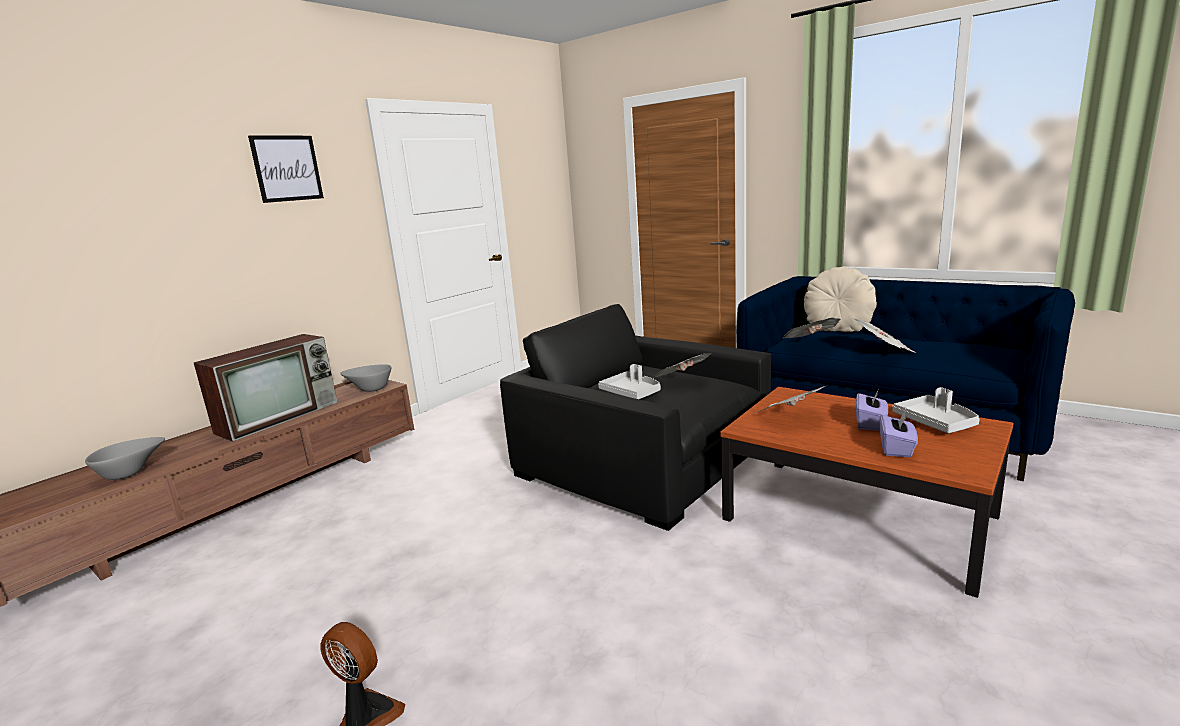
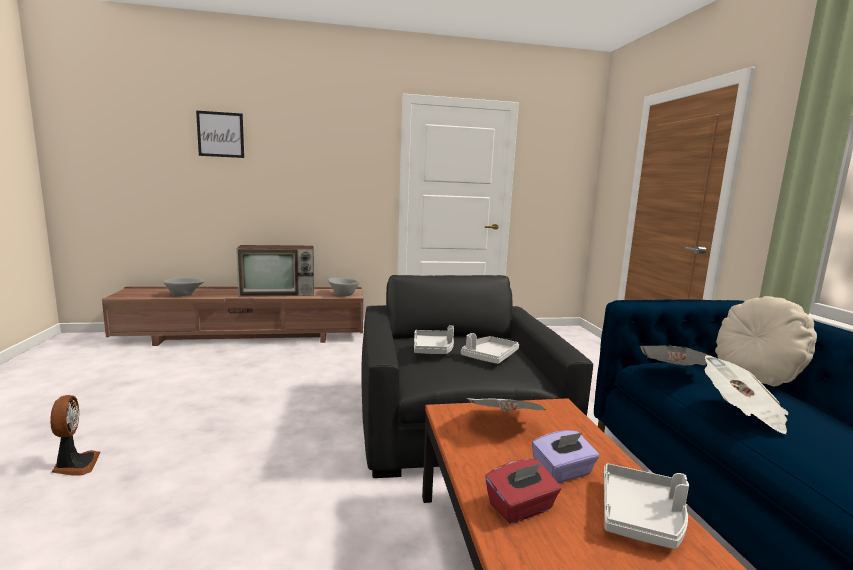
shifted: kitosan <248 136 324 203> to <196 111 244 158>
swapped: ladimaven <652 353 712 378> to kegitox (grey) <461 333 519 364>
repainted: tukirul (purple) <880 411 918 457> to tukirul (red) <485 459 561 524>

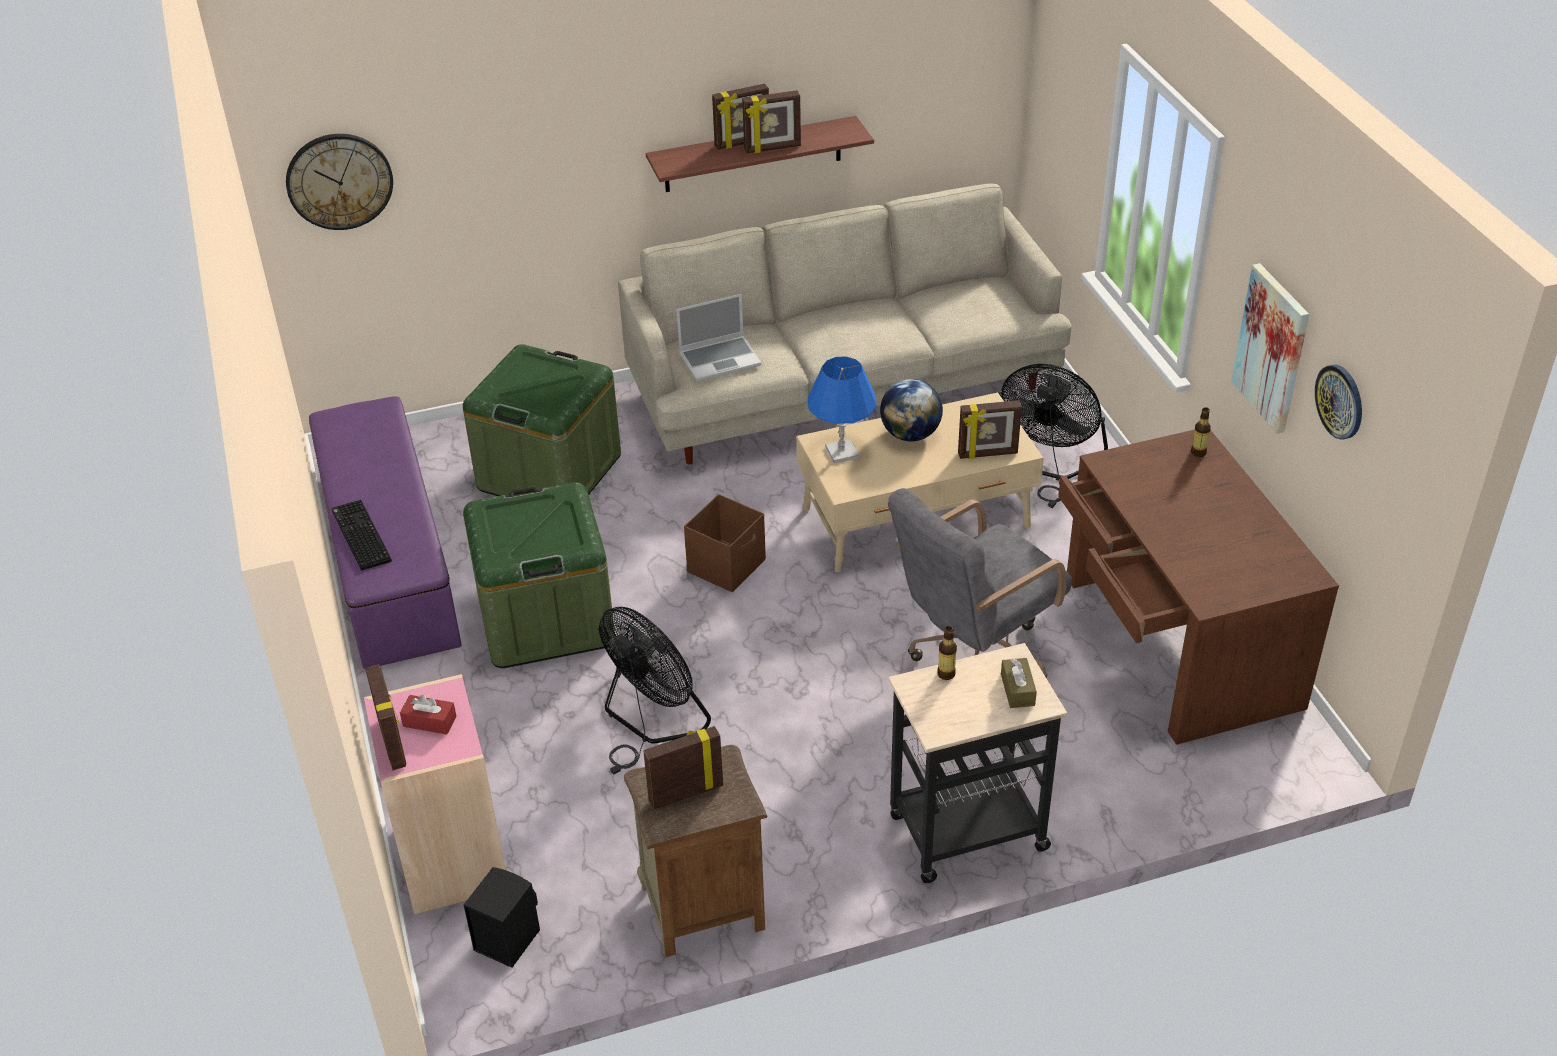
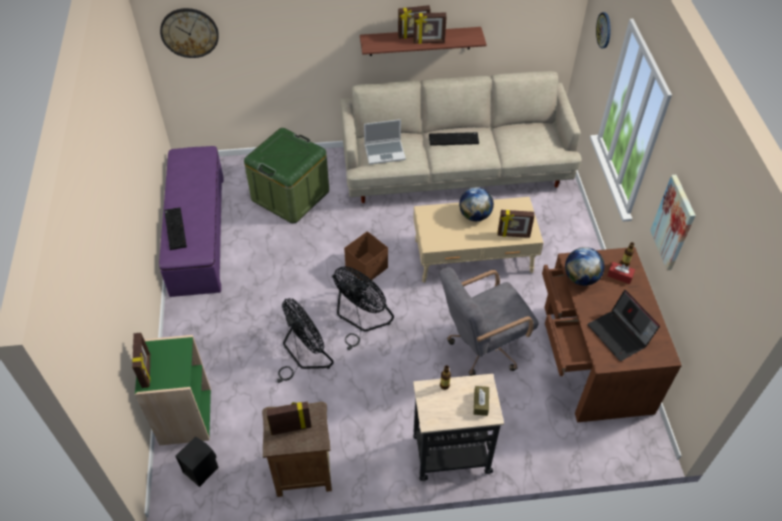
gone: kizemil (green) <463 482 615 668>; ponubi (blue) <808 356 877 463>
new: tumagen <429 132 479 146>; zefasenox <565 247 605 286>; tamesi <587 290 660 361>
shifted: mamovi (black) <998 364 1108 508> to <332 267 394 350>; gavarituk <1315 365 1362 439> to <596 12 611 48>; tukirul (red) <400 695 457 735> to <607 262 635 284>
repainted: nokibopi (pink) <364 674 506 914> to nokibopi (green) <135 335 211 445>

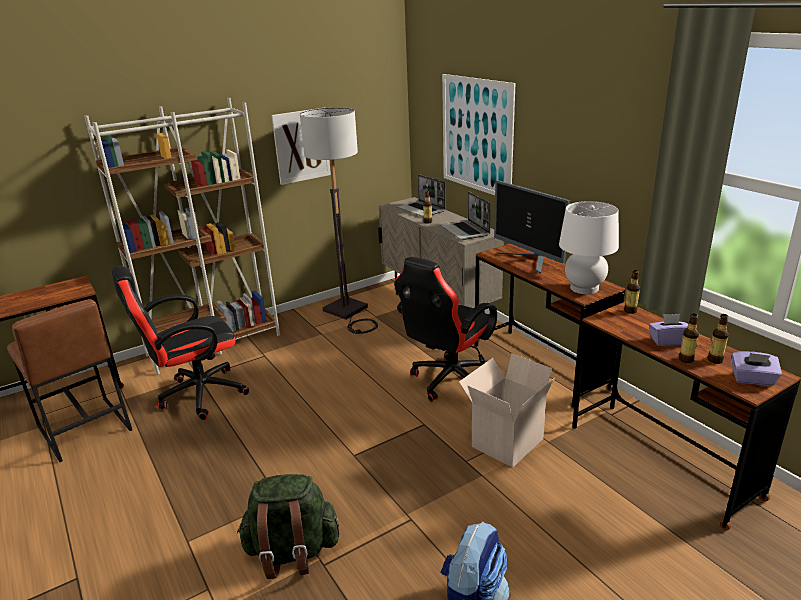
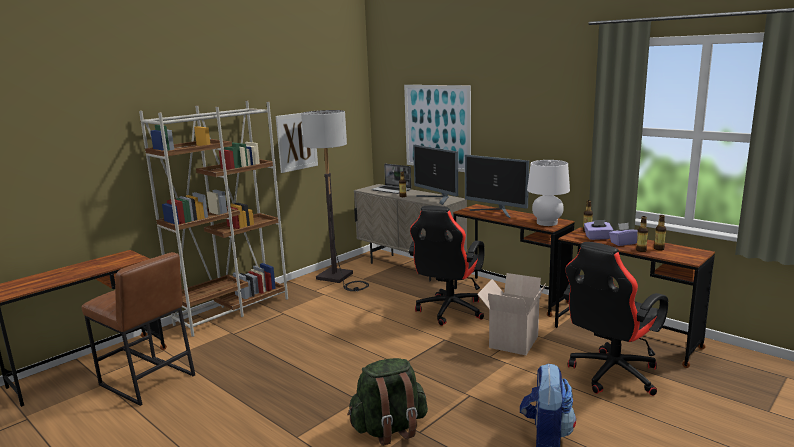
shifted: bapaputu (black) <112 265 249 420> to <563 242 668 396>; tukirul (purple) <732 352 782 386> to <584 220 613 240>
swapped: tamesi <441 191 491 240> to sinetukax <413 145 458 205>

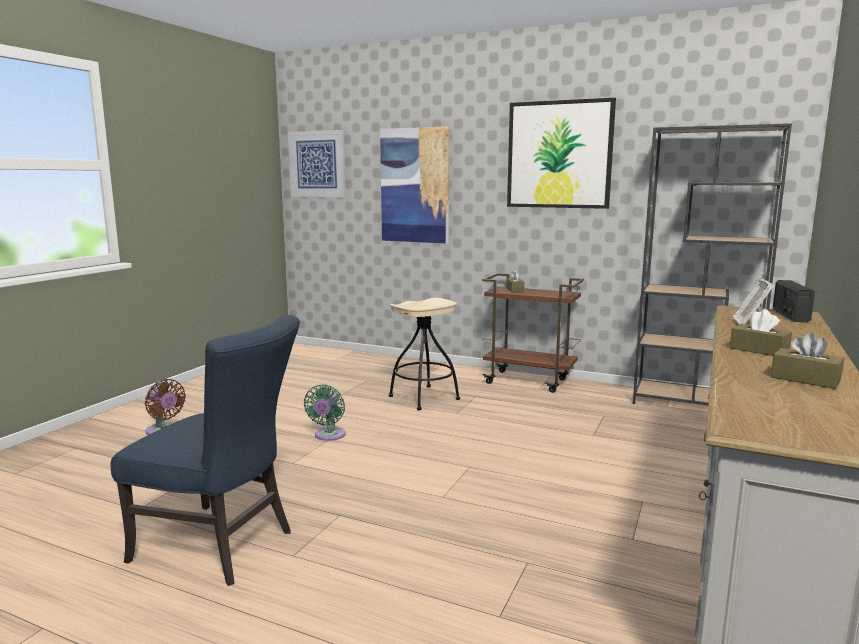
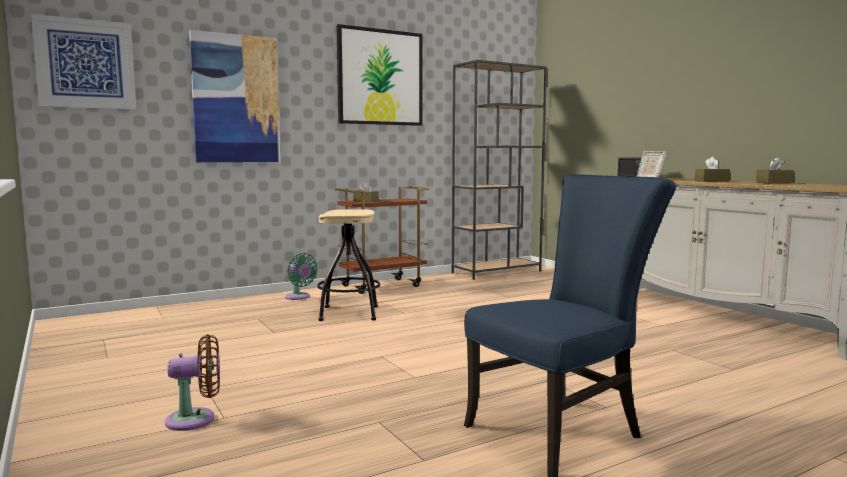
shifted: mamovi (green) <304 384 346 441> to <285 253 318 300>

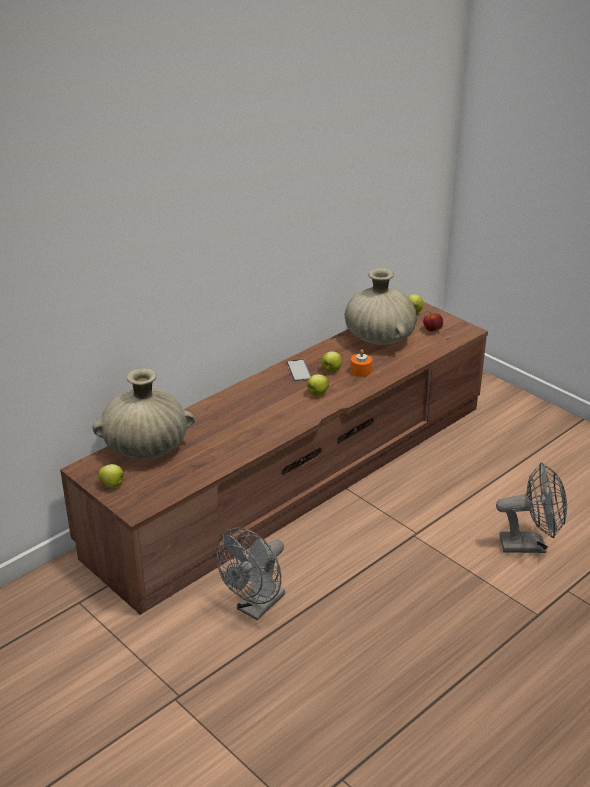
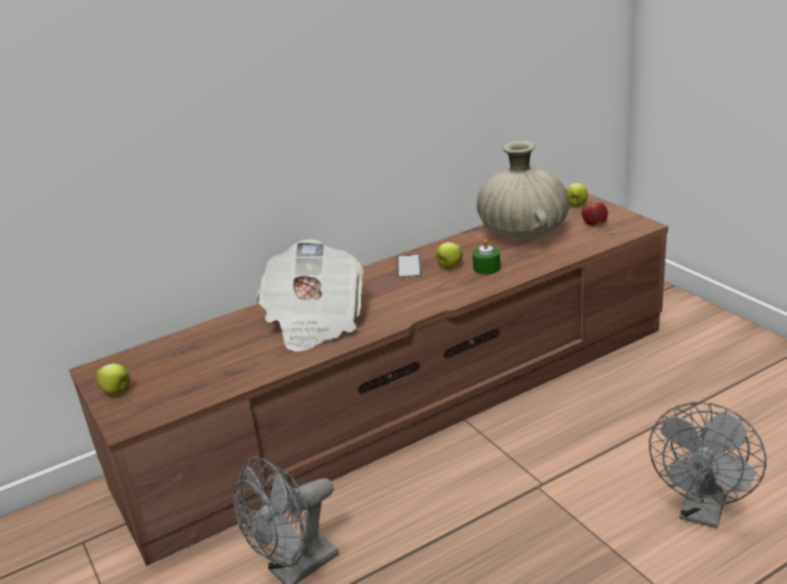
gone: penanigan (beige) <92 368 195 459>; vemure <307 374 329 396>
new: ladimaven <256 239 364 352>
repainted: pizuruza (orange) <351 349 372 377> to pizuruza (green) <472 239 500 275>
rotated: mamovi (grey) <496 462 567 553> = <649 402 767 528> 105 degrees clockwise

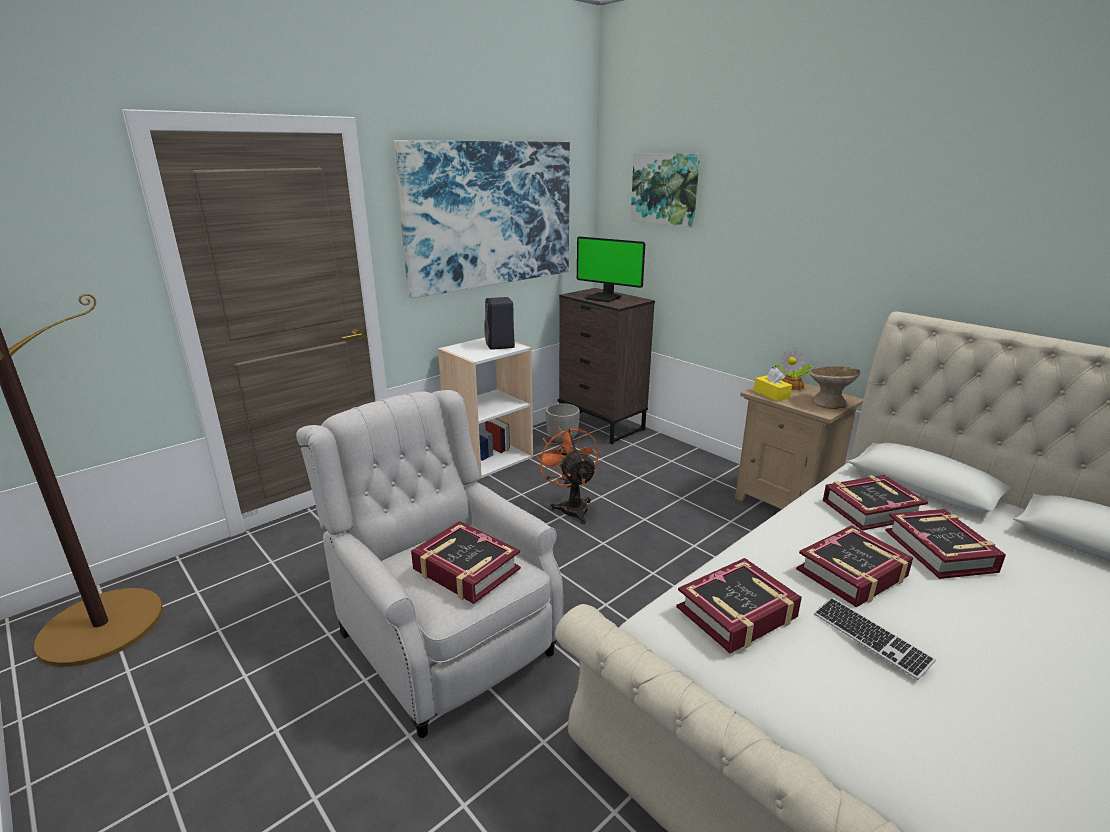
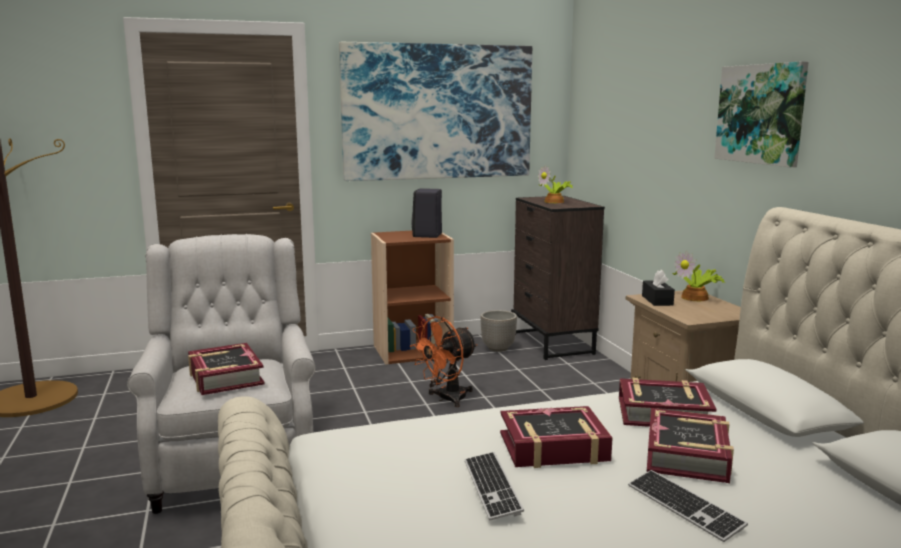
gone: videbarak <676 558 802 654>; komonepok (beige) <809 366 860 409>
new: tumagen <628 470 748 542>
shifted: kitosan <631 153 700 227> to <714 61 808 167>
swapped: sinetukax <577 236 645 302> to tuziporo <538 165 573 203>
repainted: nokibopi (white) <438 338 533 479> to nokibopi (brown) <371 231 454 365>; tukirul (yellow) <754 368 792 401> to tukirul (black) <642 270 675 306>
rotated: mamovi (orange) <536 425 599 524> = <410 316 477 407> 135 degrees counterclockwise

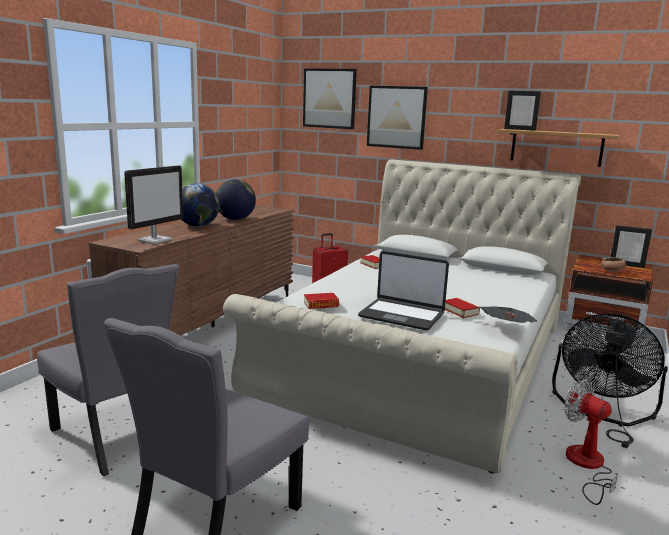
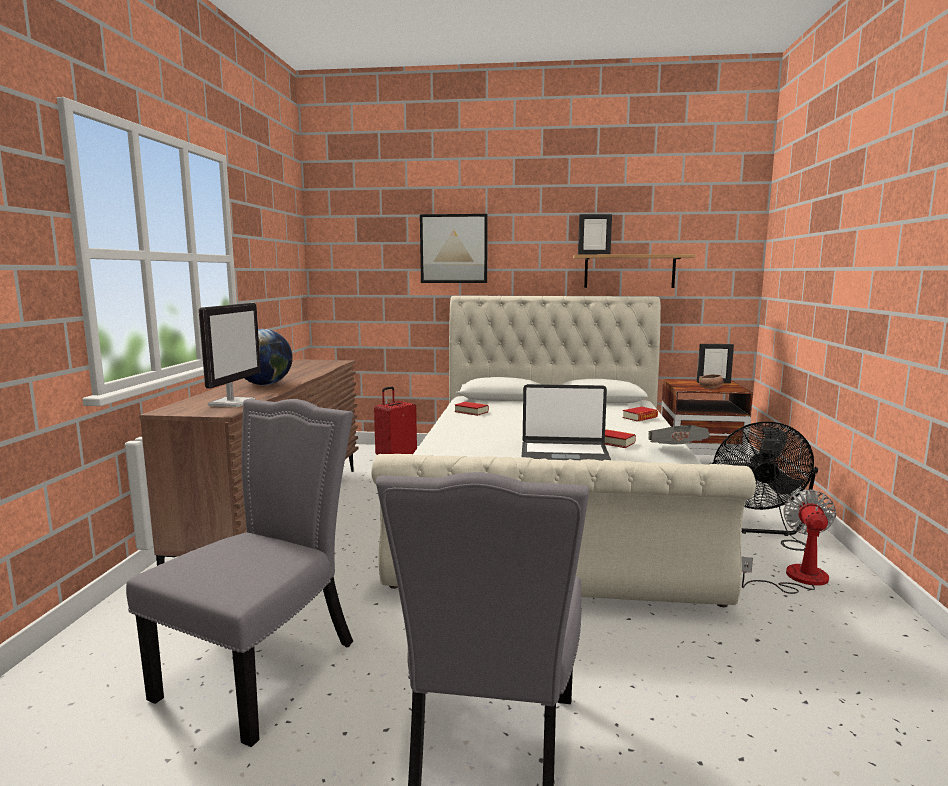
gone: zefasenox <216 179 256 220>; kitosan <303 68 357 129>
shifted: videbarak <304 293 339 309> to <623 407 658 422>
rotated: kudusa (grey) <37 264 179 476> = <126 399 353 747> 90 degrees counterclockwise; mamovi <565 380 617 505> = <741 490 836 594> 75 degrees clockwise

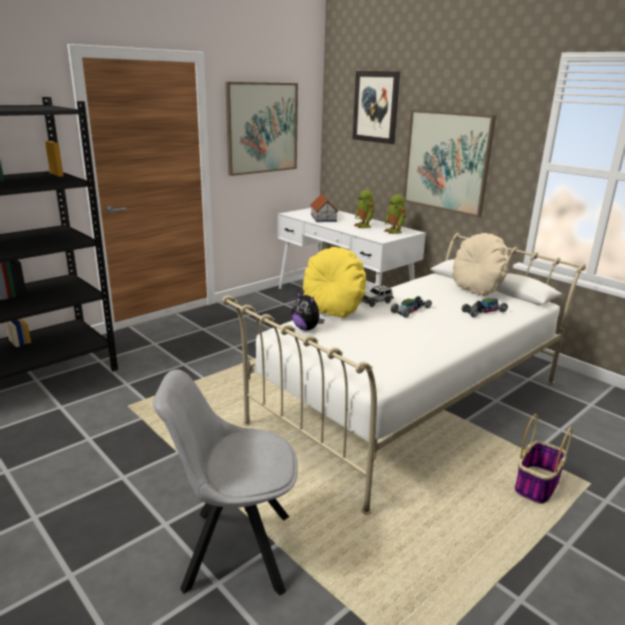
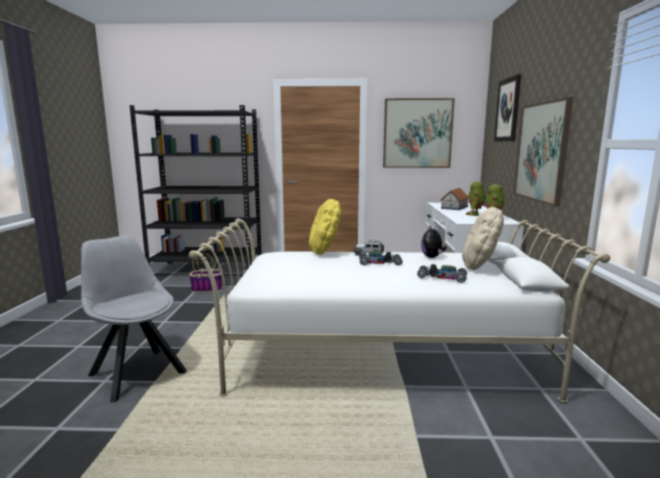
shifted: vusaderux <515 414 573 504> to <189 249 222 292>; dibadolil <291 290 325 331> to <421 226 447 258>

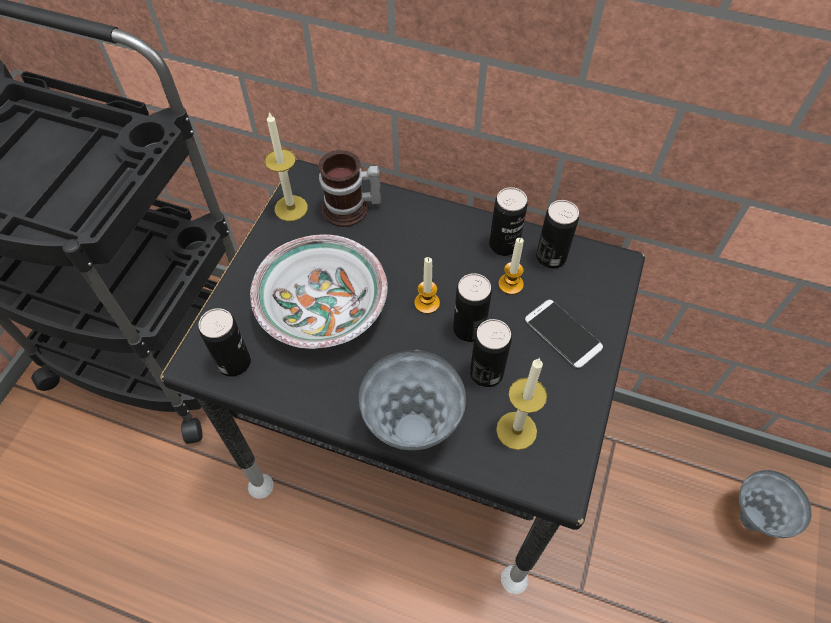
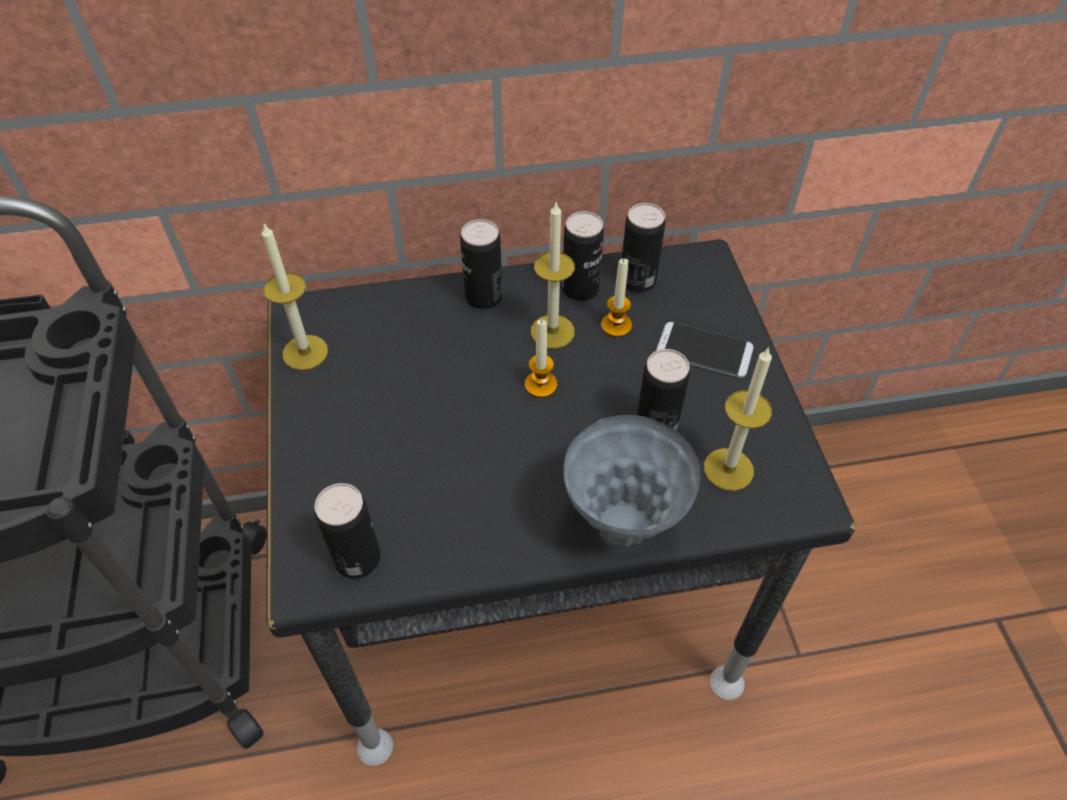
gone: komonepok <250 234 388 349>; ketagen <318 150 381 227>; penanigan (grey) <739 470 812 538>
new: pizuruza <531 203 575 348>
shifted: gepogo <453 273 492 342> to <460 219 503 309>

